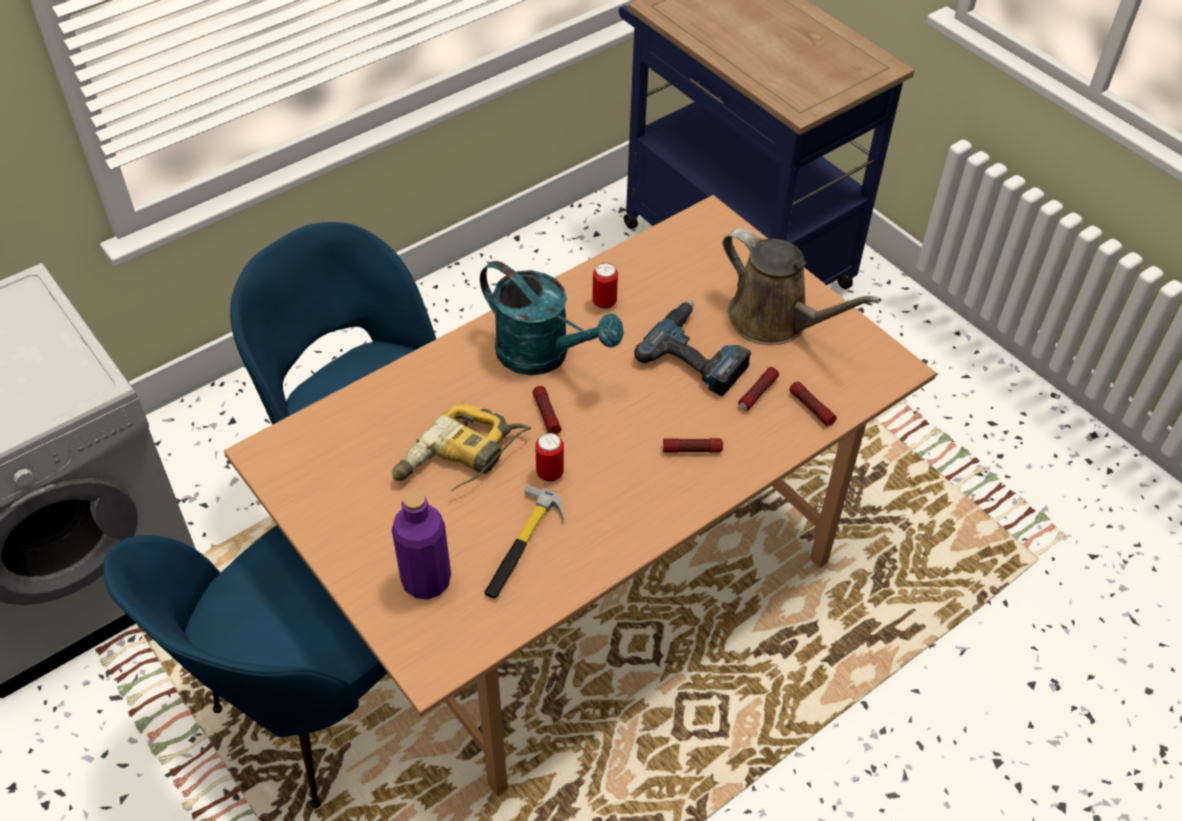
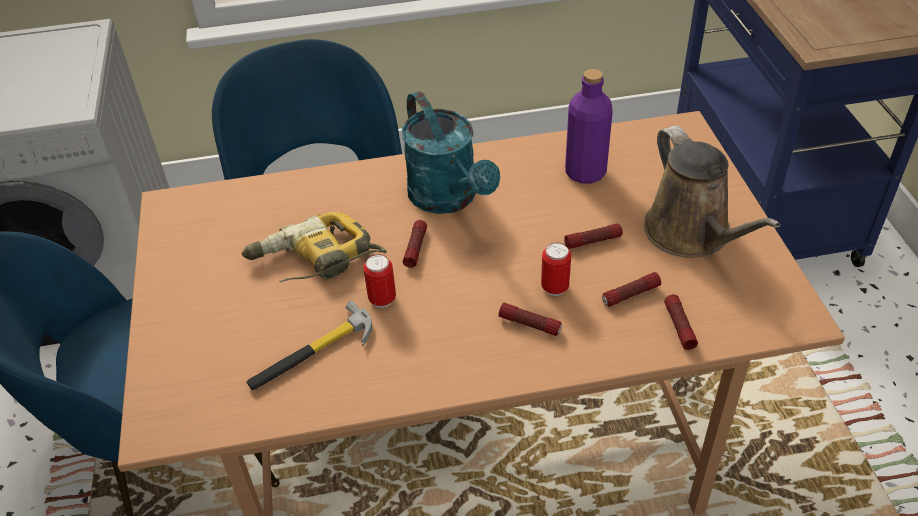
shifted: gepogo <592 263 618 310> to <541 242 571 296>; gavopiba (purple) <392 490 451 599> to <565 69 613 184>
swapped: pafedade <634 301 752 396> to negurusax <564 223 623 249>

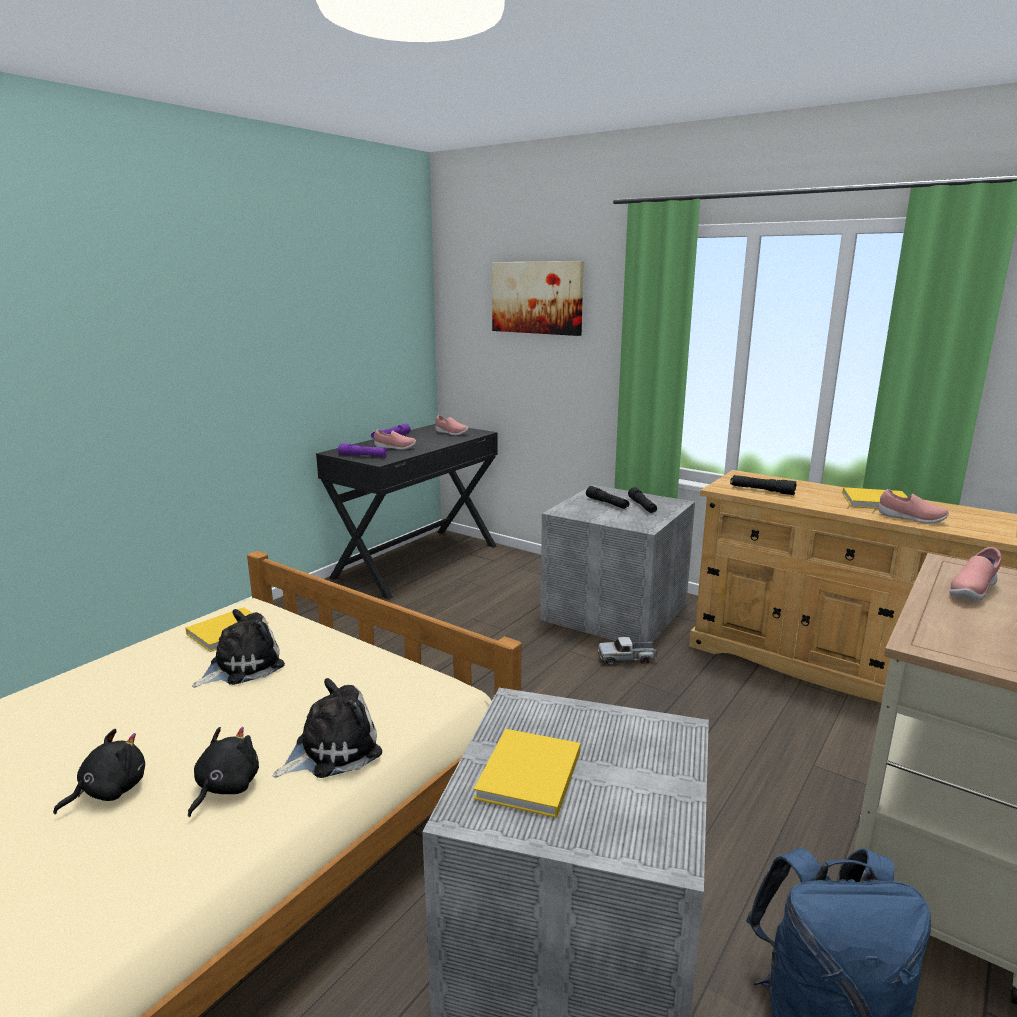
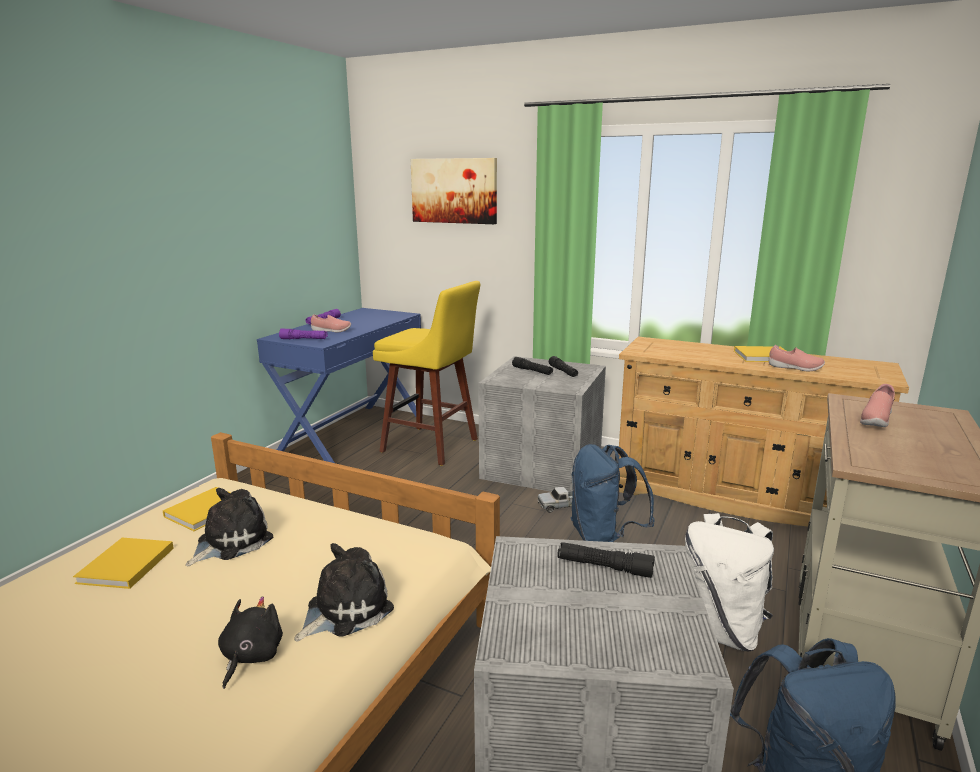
gone: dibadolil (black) <53 729 145 814>; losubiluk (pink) <435 415 469 436>
new: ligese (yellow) <373 281 480 466>; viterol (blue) <570 444 655 542>; viterol (white) <685 513 774 651>
shifted: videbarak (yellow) <474 729 580 818> to <73 538 174 589>; negurusax (black) <730 475 796 495> to <557 542 655 578>
repainted: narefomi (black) <316 424 498 599> to narefomi (blue) <257 308 423 463>

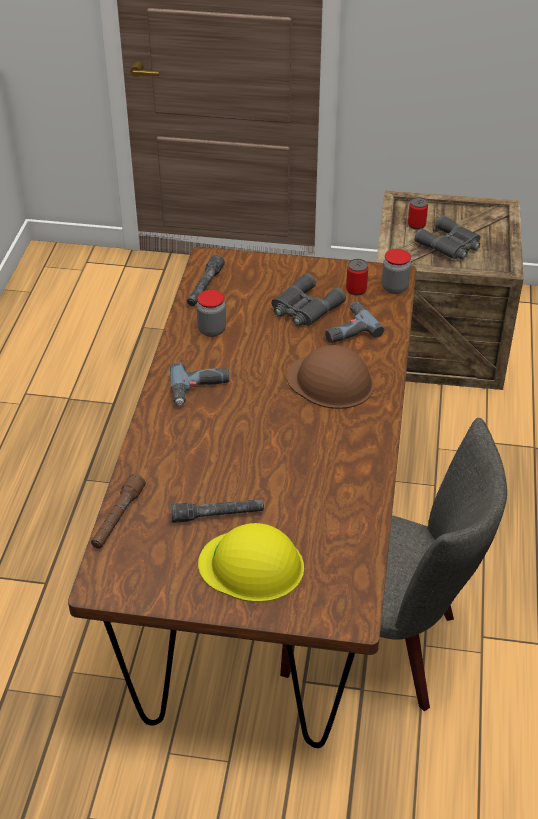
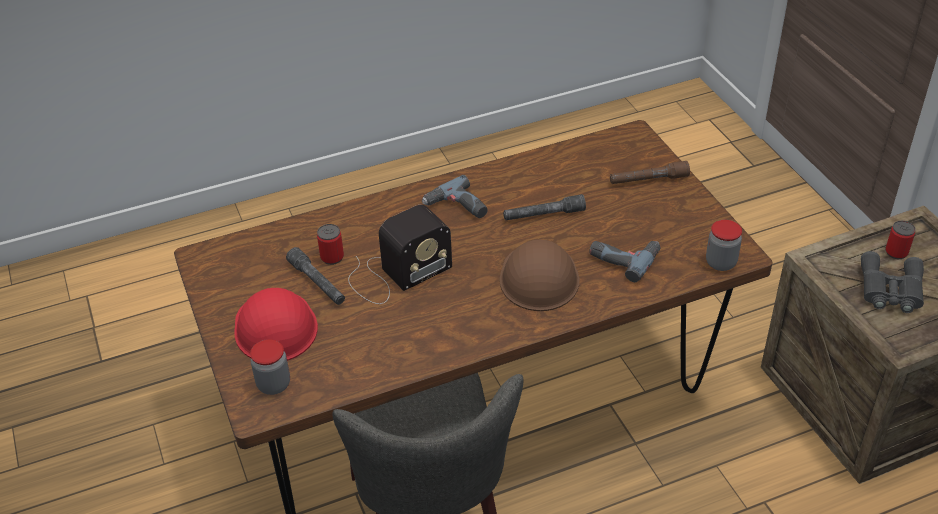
gone: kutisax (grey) <271 273 346 327>
new: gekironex <348 205 452 304>
shifted: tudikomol <197 290 226 337> to <250 339 290 395>; gepogo <346 259 368 295> to <317 224 344 265>; negurusax (grey) <187 255 225 306> to <503 194 586 220>; negurusax (brown) <91 474 146 549> to <610 161 690 184>
repainted: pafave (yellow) <198 523 304 602> to pafave (red) <234 288 318 361>

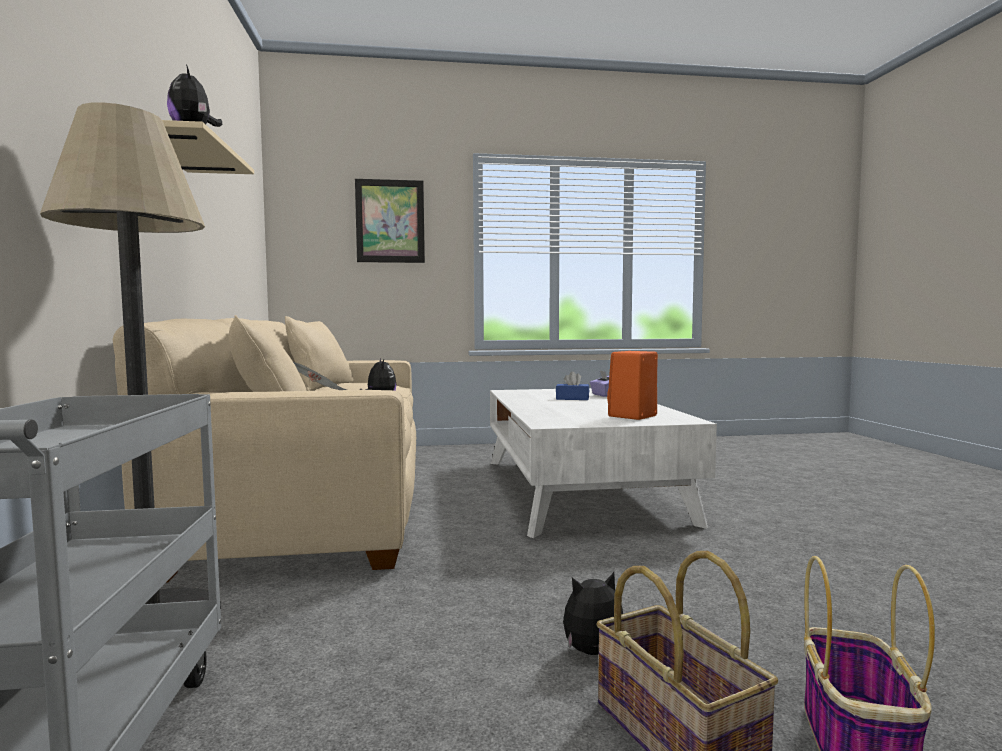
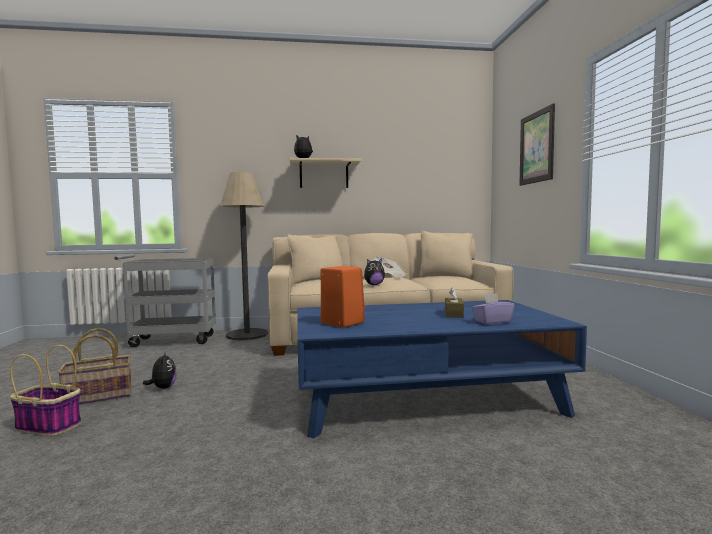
repainted: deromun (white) <490 388 717 538> to deromun (blue) <297 300 587 438>; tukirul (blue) <556 372 589 400> to tukirul (brown) <445 287 464 318>

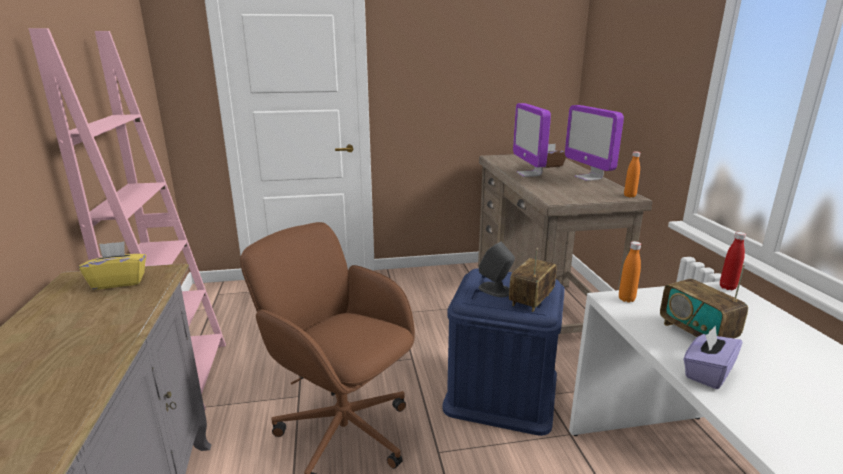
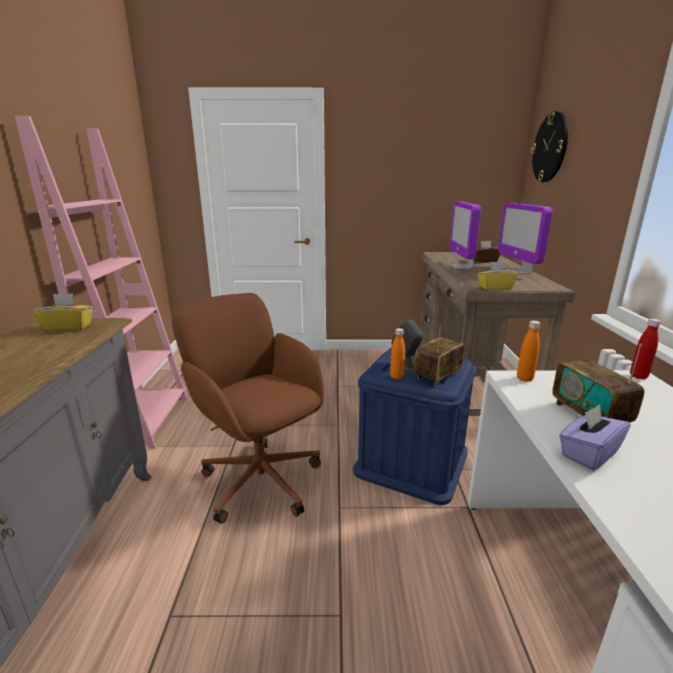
new: tukirul (yellow) <477 262 518 290>; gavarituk <531 111 568 182>
shifted: gavopiba (orange) <624 151 640 197> to <390 328 405 379>

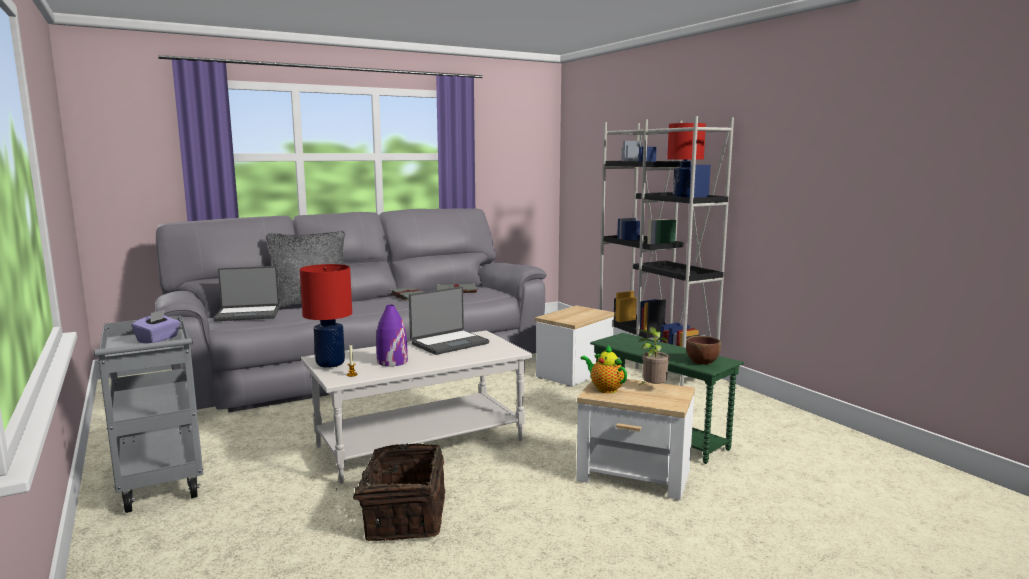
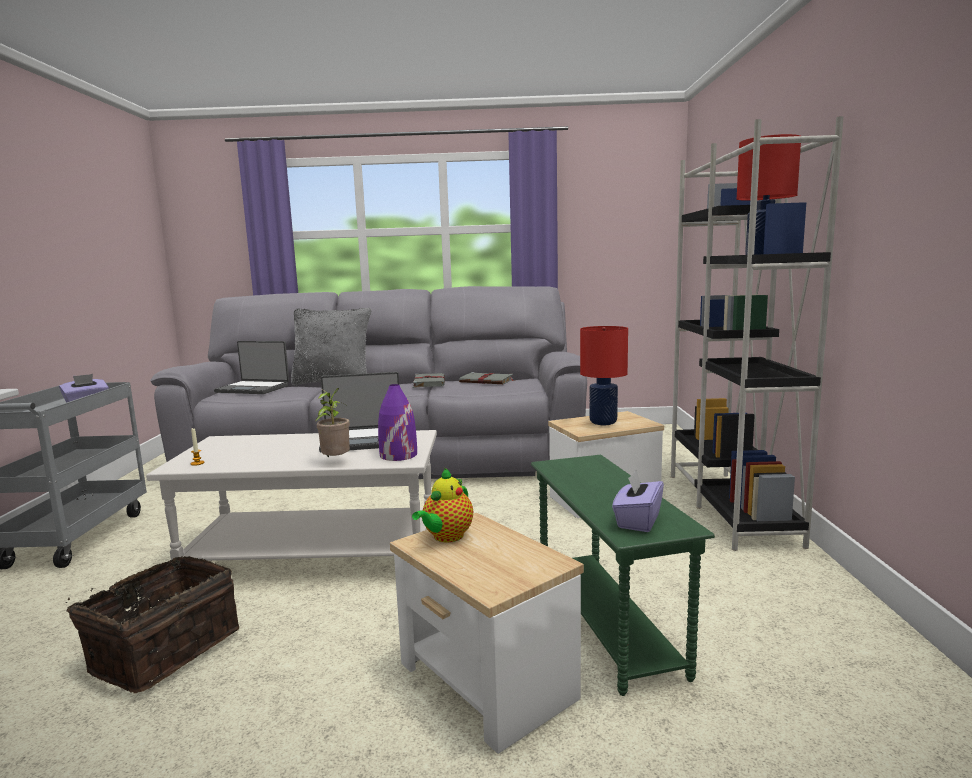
shifted: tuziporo <638 327 670 385> to <315 388 350 458>; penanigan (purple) <376 305 408 366> to <378 384 417 461>; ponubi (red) <300 264 352 368> to <580 326 628 425>
swapped: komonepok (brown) <686 336 721 365> to tukirul (purple) <612 470 664 532>
rotated: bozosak <580 345 627 393> = <412 468 473 542> 135 degrees counterclockwise

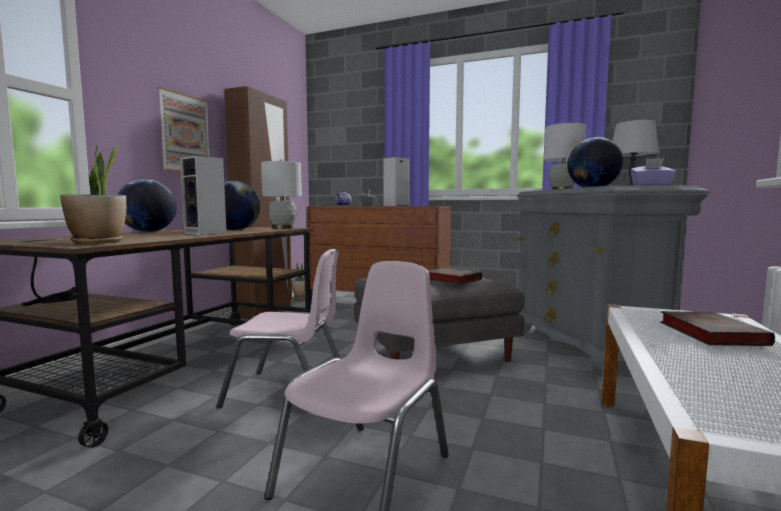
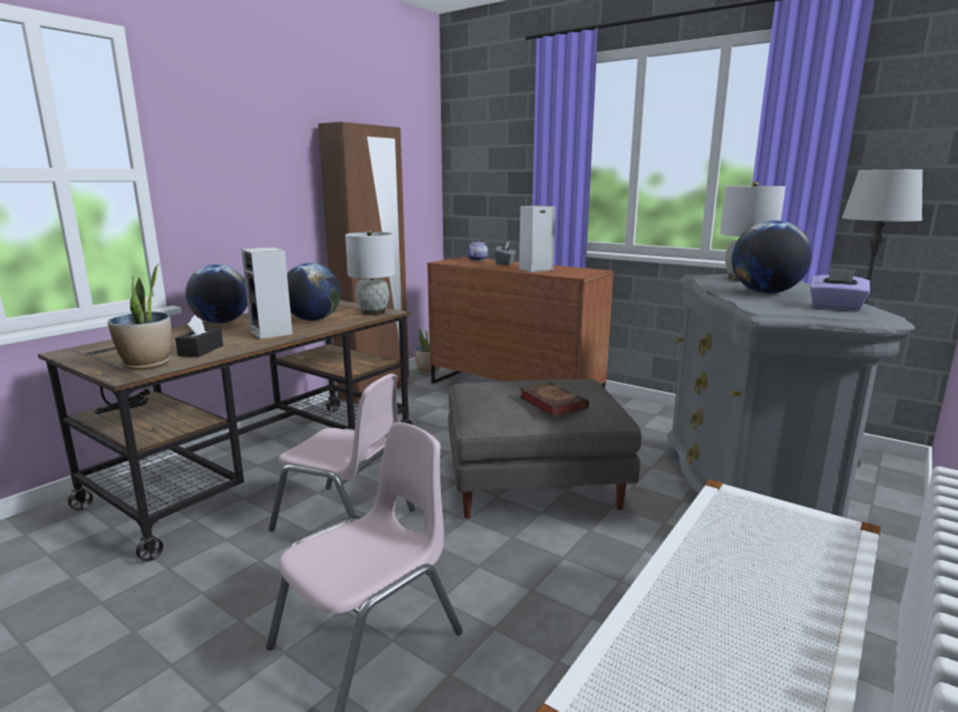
gone: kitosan <158 87 210 172>; videbarak <660 311 775 346>
new: tukirul (black) <175 315 223 357>

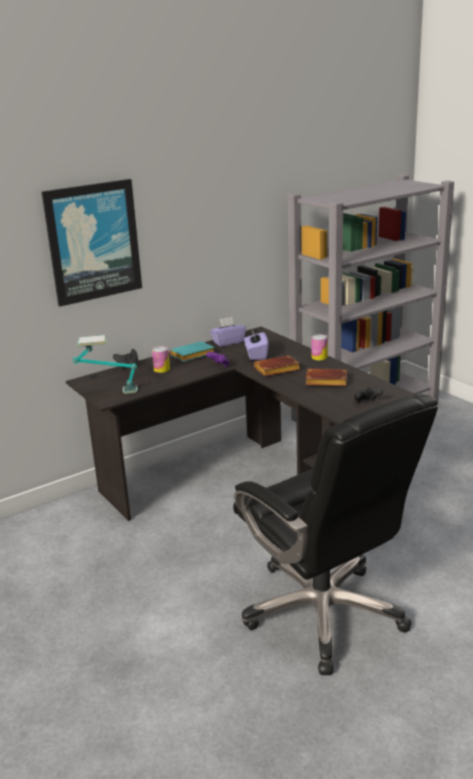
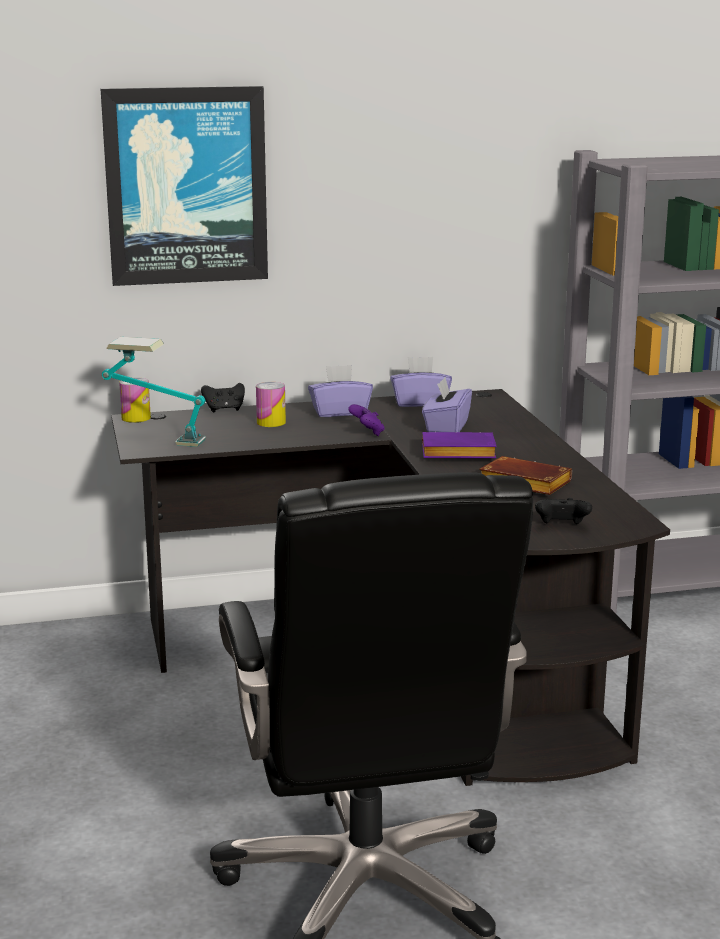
shifted: gepogo <311 334 328 360> to <119 378 151 423>
swapped: videbarak (turquoise) <170 341 215 362> to tukirul (purple) <308 365 373 417>
repainted: videbarak (brown) <254 355 301 376> to videbarak (purple) <422 432 497 458>

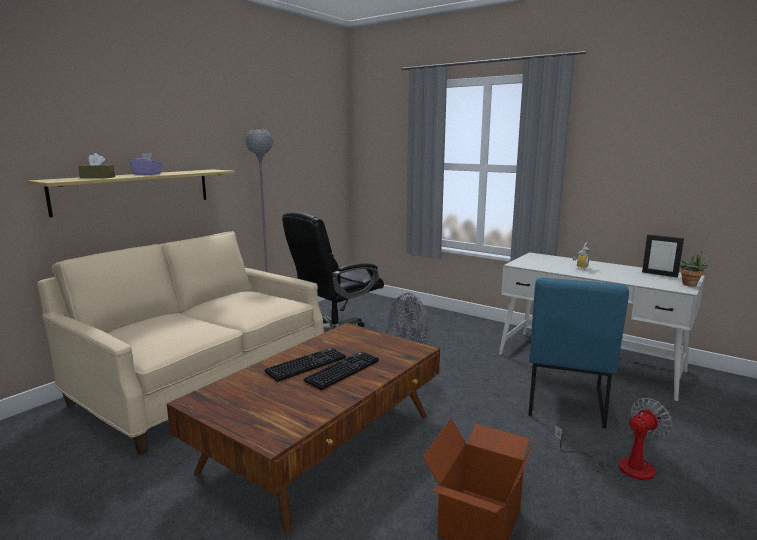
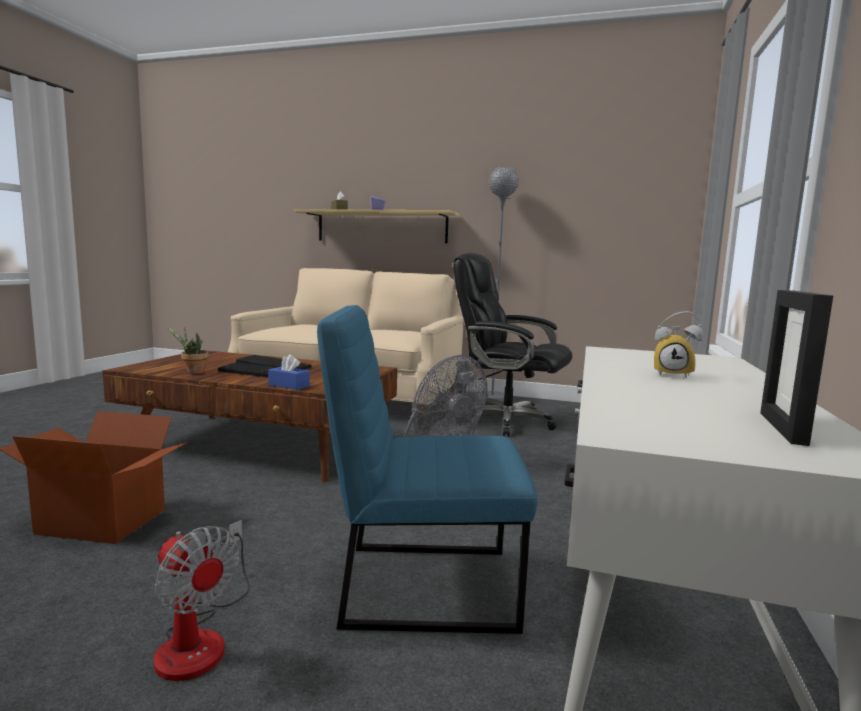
new: tukirul (blue) <268 354 310 390>
shifted: tuziporo <680 251 710 287> to <167 326 208 374>

